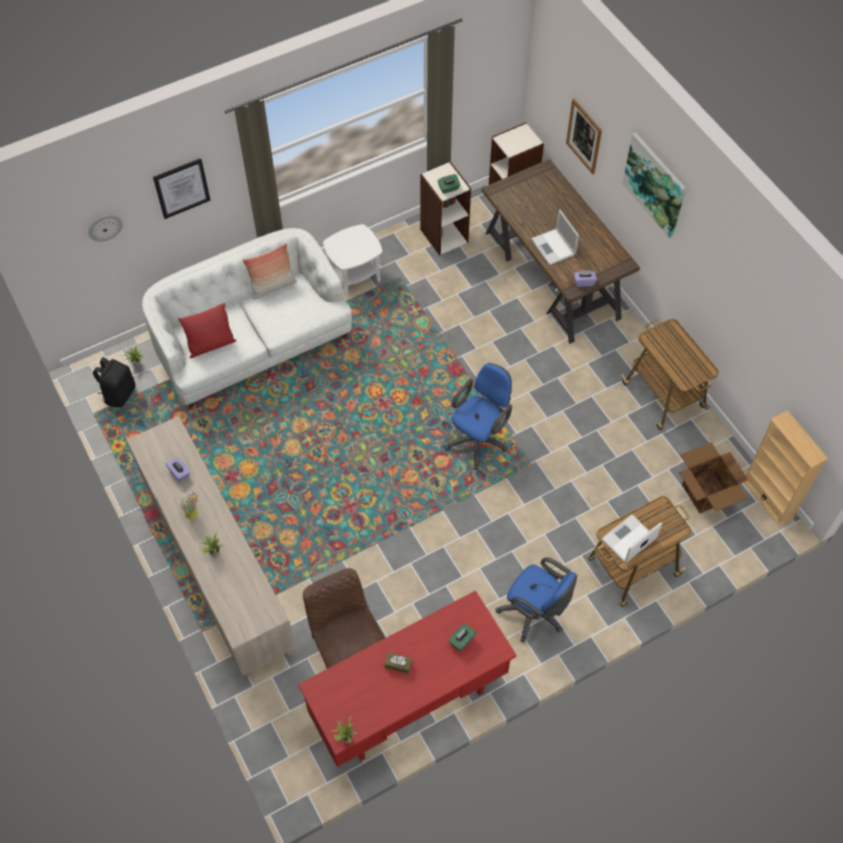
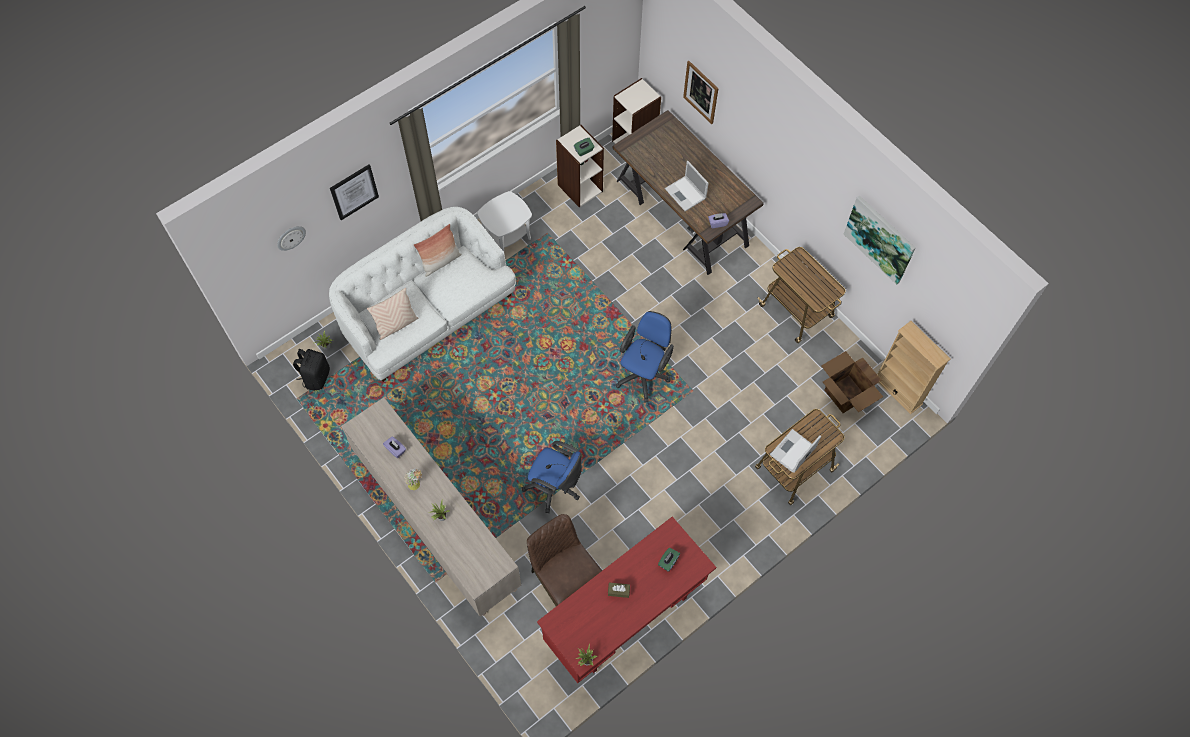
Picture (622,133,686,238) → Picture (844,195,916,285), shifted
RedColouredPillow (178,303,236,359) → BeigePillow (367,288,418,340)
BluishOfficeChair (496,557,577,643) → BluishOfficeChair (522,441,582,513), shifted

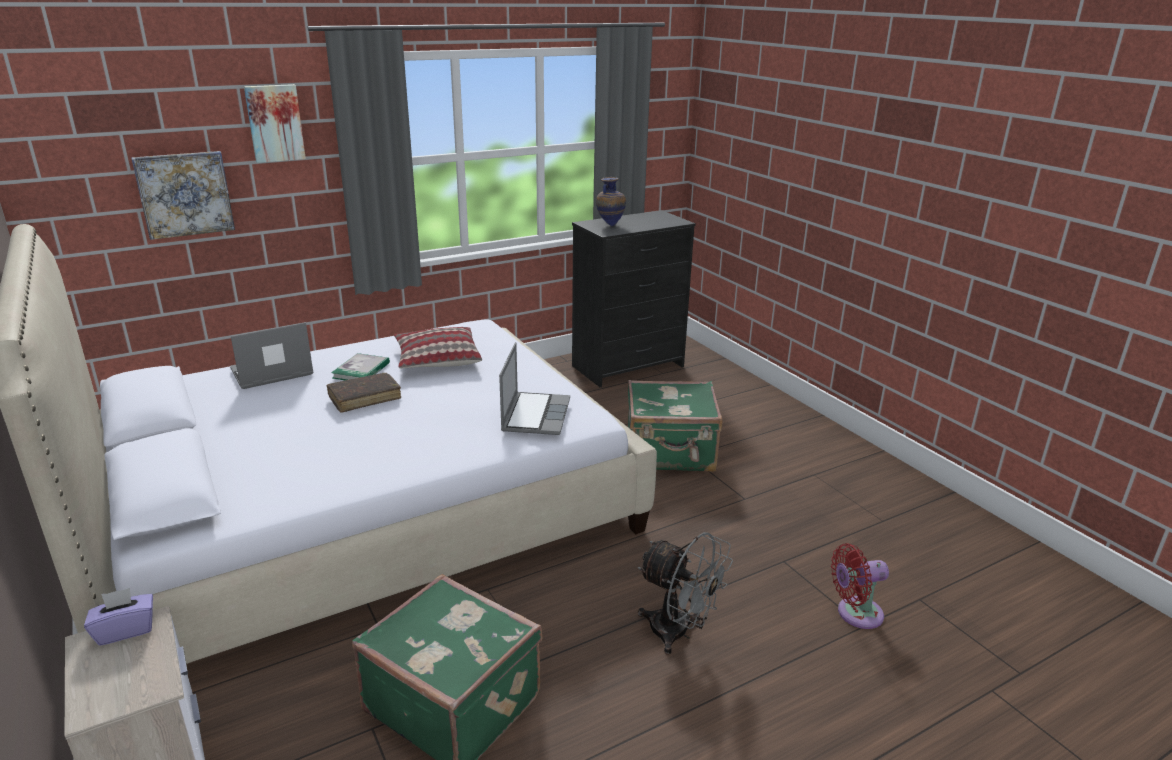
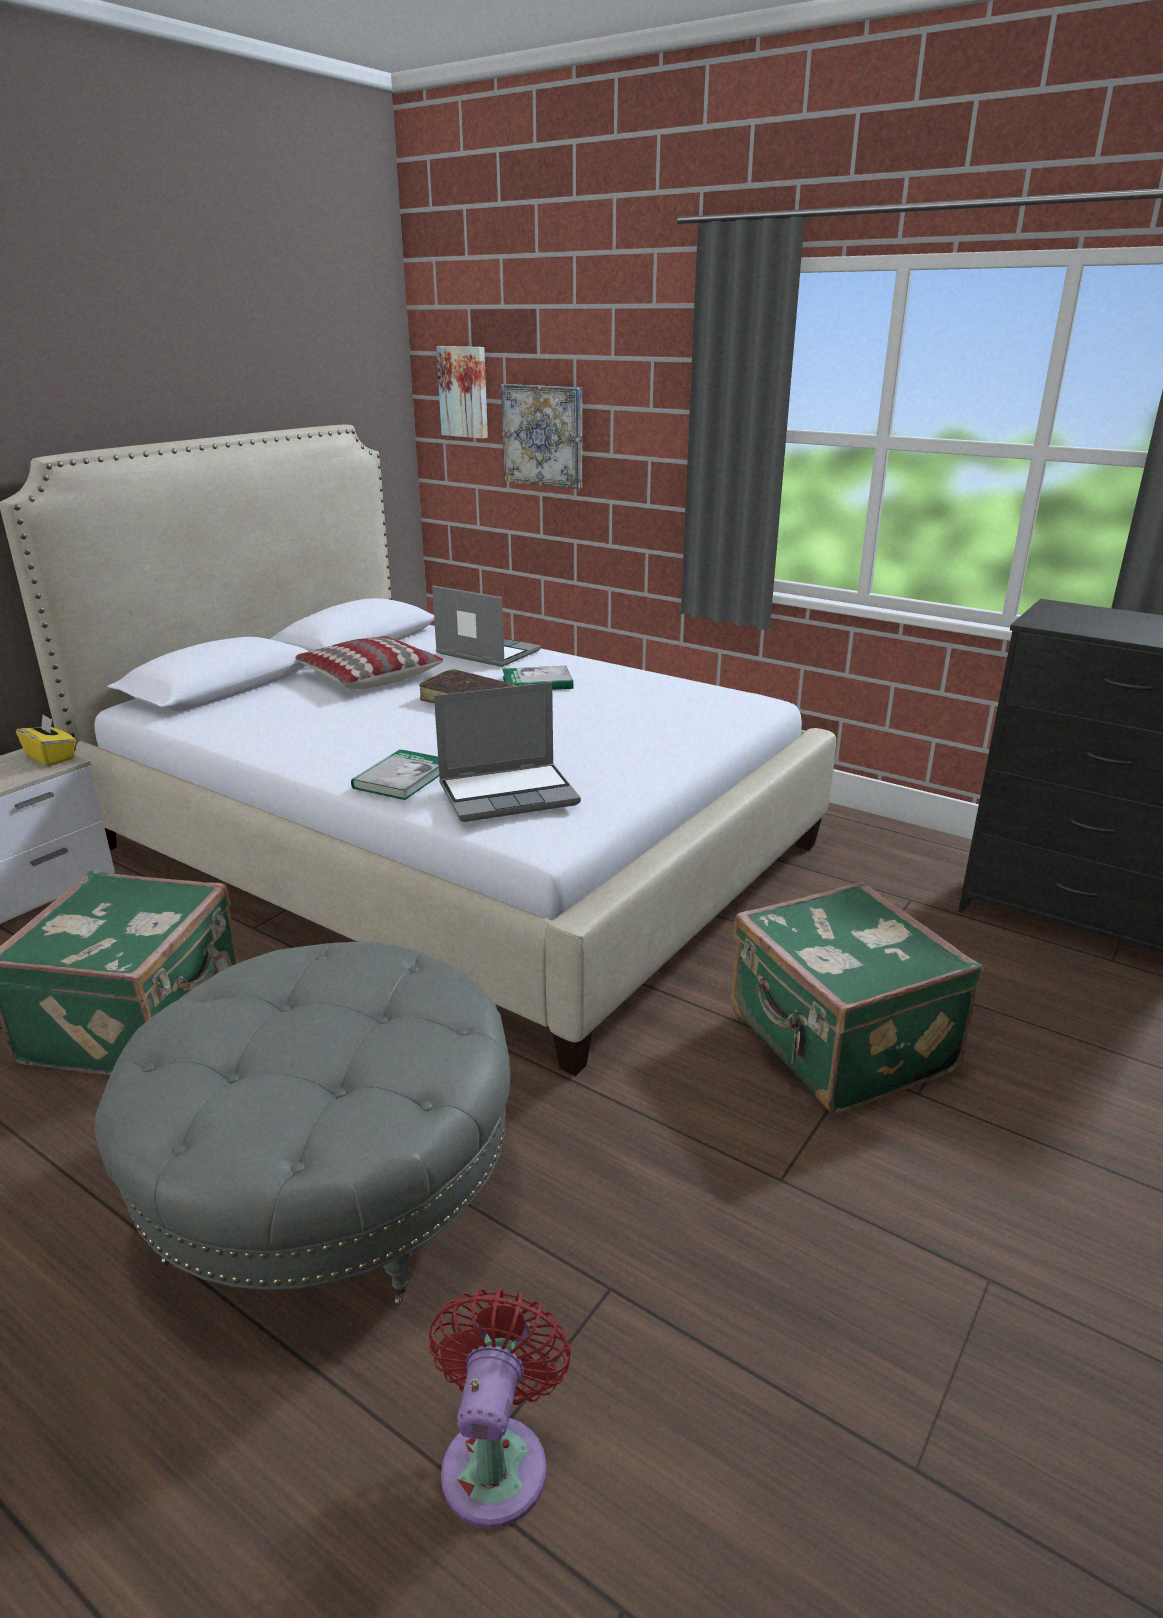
Picture (244,84,306,163) → Picture (436,346,488,439), shifted
FlowerVase (596,177,626,227) → -
Pillow (394,327,482,368) → Pillow (295,636,444,689), shifted
GrayElectricFan (638,532,733,655) → GrayFootrest (95,942,510,1306)
RedColouredElectricFan (831,543,889,629) → RedColouredElectricFan (429,1289,571,1529), 45 degrees clockwise
PurpleColouredTissueHolder (84,588,153,646) → YellowTissueHolder (16,715,76,766)
- → Book (351,749,439,800)

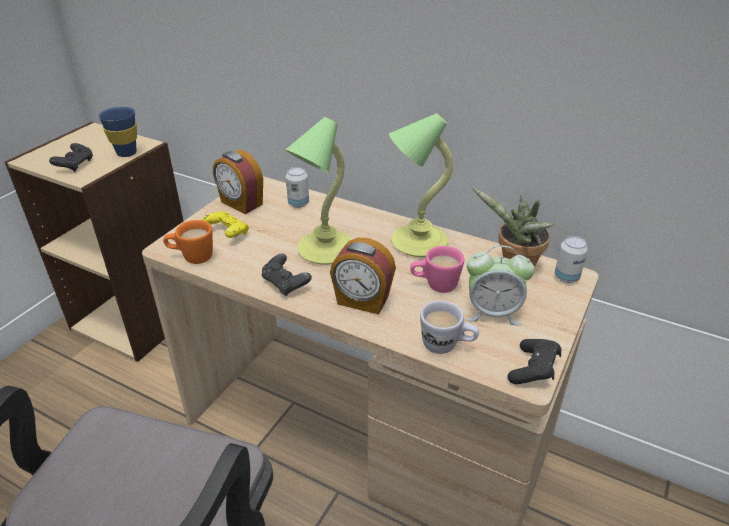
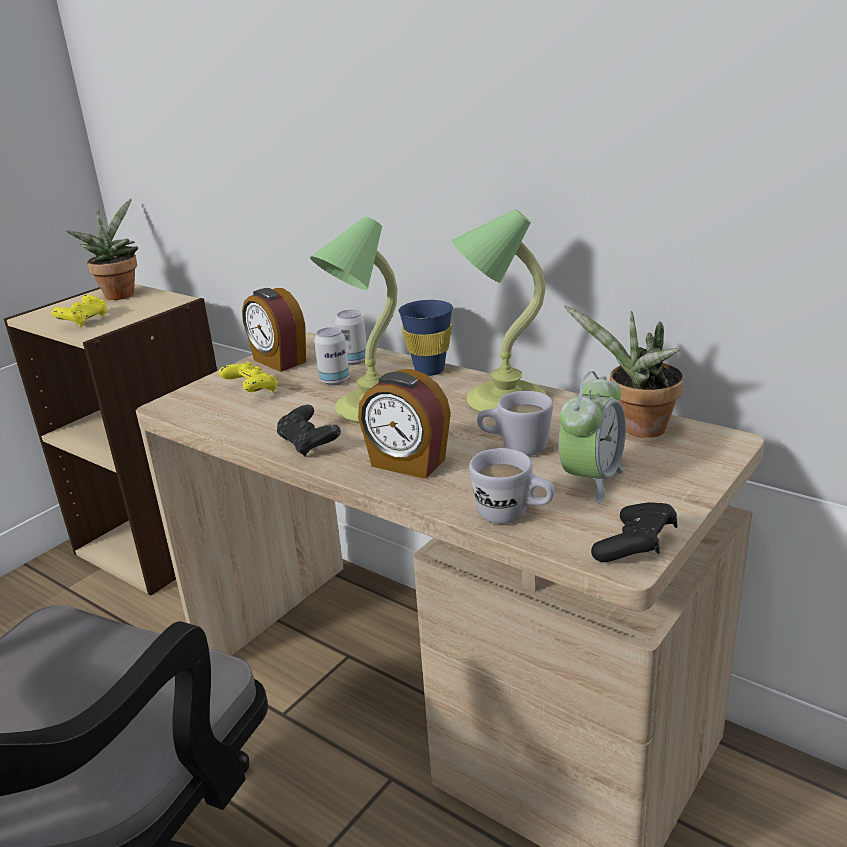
BluishDrinkingCup (98,107,137,157) → BluishDrinkingCup (398,300,453,376), shifted
BlackGameController (49,143,93,172) → YellowGameController (51,295,107,327)
OrangeMug (163,220,213,264) → -
Can (554,236,588,283) → Can (314,327,349,386), shifted
PinkishMug (410,246,464,293) → WhiteColouredMug (477,391,553,456)
AlarmClock (466,246,535,325) → AlarmClock (559,371,626,504), 75 degrees counterclockwise
- → PlantInAPot (66,198,138,300)

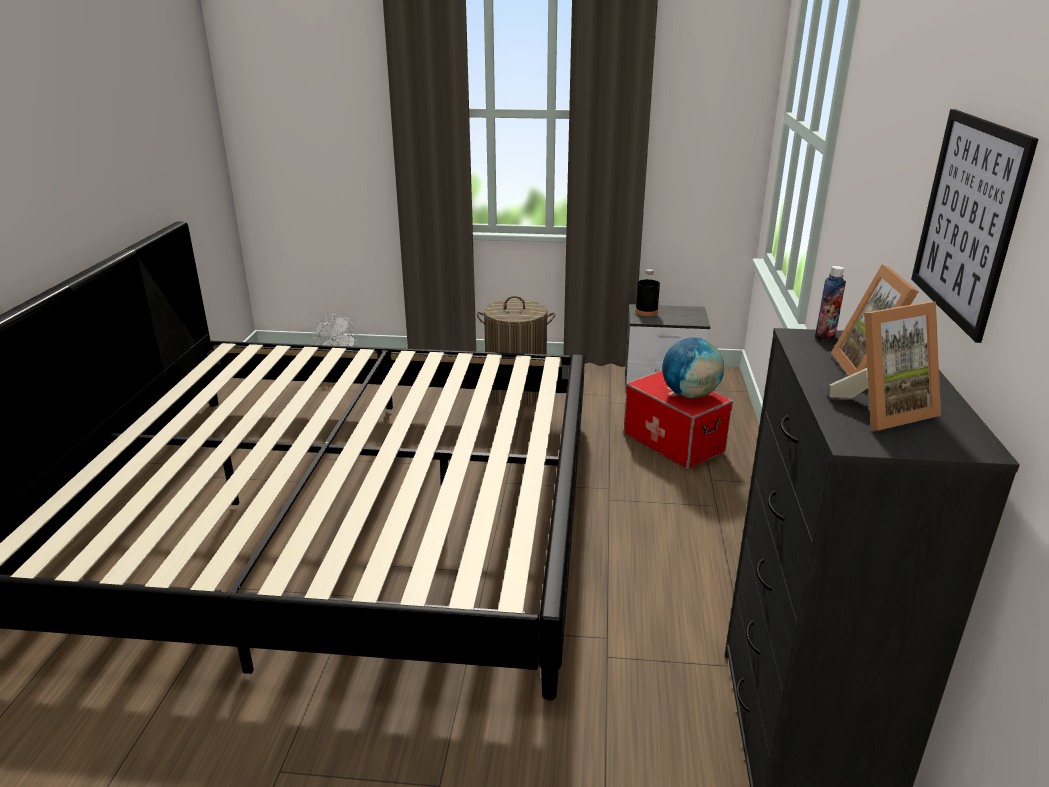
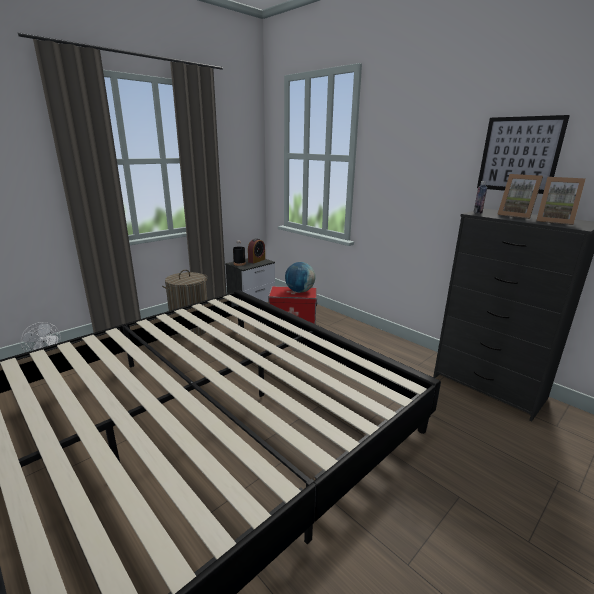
PhotoFrame (828,302,941,431) → PhotoFrame (536,177,586,225), 105 degrees clockwise
- → AlarmClock (248,238,265,263)

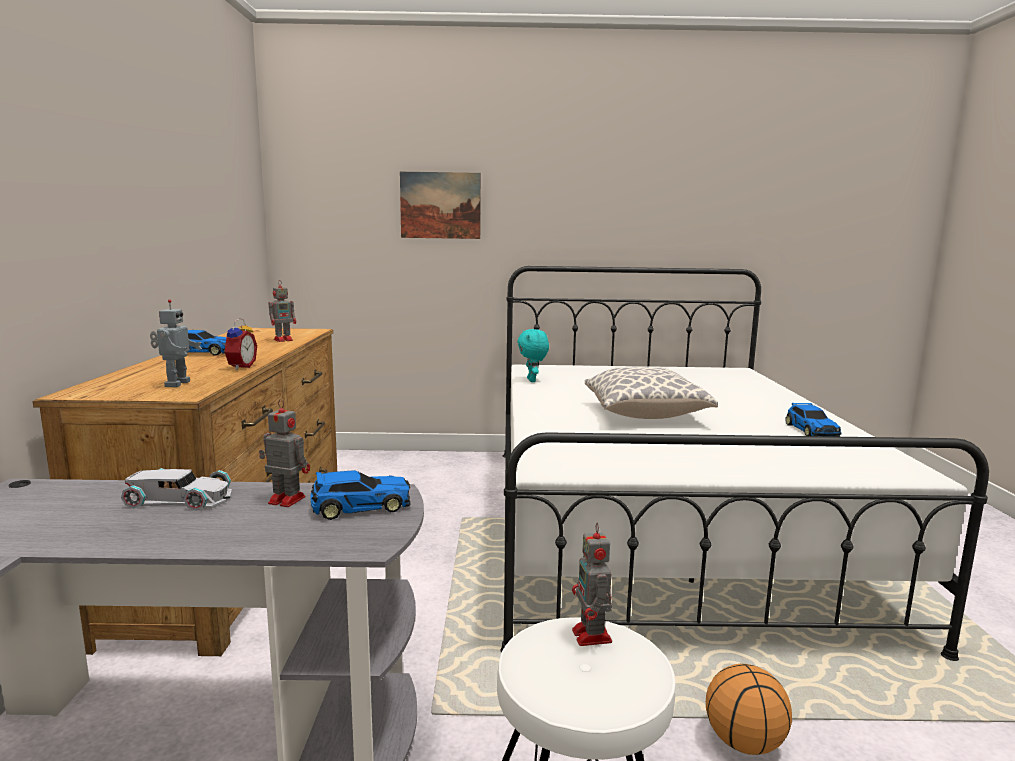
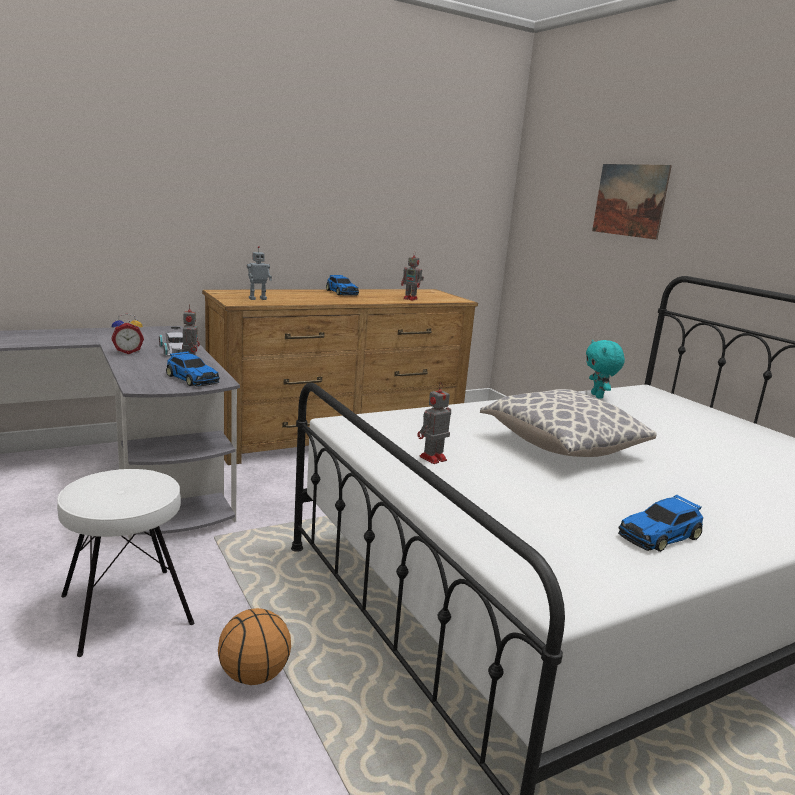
AlarmClock (222,318,257,370) → AlarmClock (112,313,144,354), shifted
TurquoiseSoftToy (517,329,549,382) → TurquoiseSoftToy (586,340,625,399), 60 degrees counterclockwise
RobotFigure (572,523,612,646) → RobotFigure (417,383,451,464), shifted

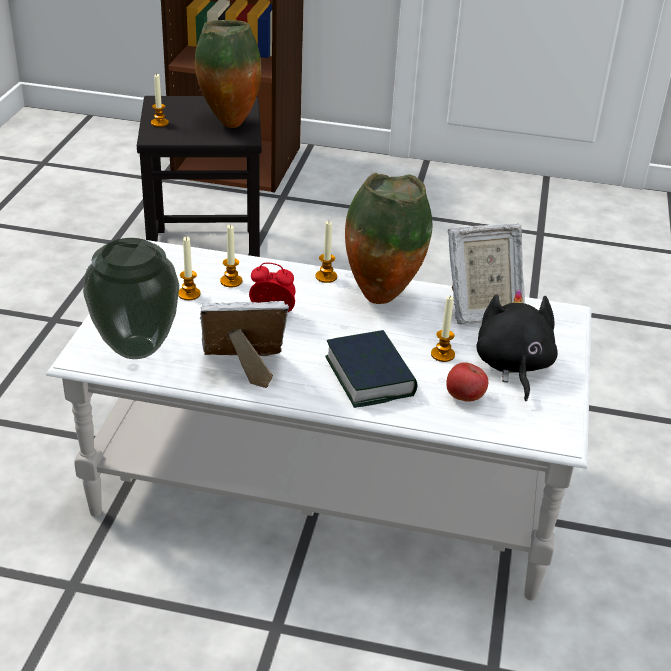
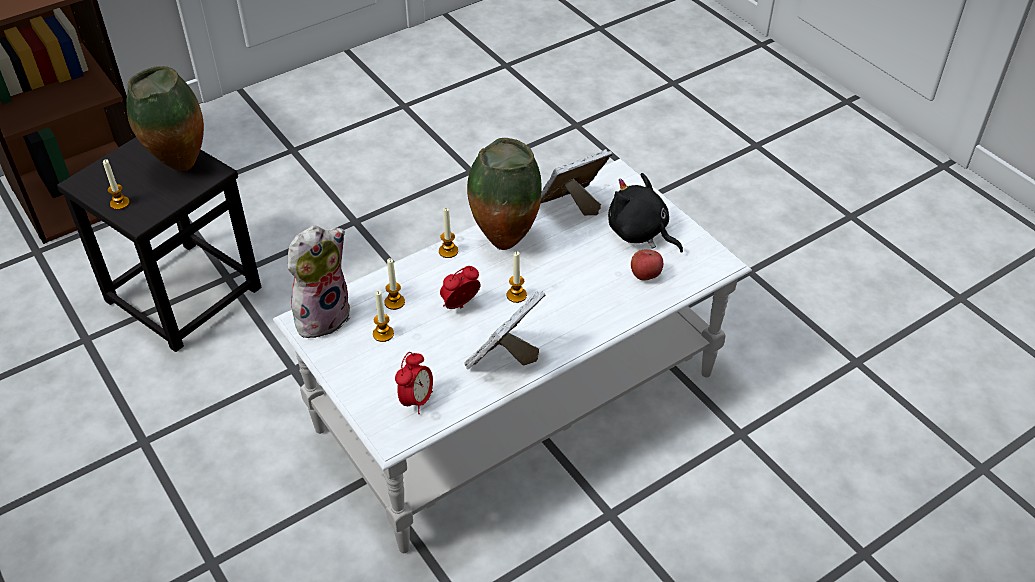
PhotoFrame (448,223,525,324) → PhotoFrame (540,149,612,215), 150 degrees counterclockwise
FlowerVase (83,238,179,359) → AlarmClock (395,352,433,414)
Candle (431,295,455,362) → Candle (507,252,527,303), shifted
Book (326,330,417,408) → -
- → SoftToy (288,226,350,338)

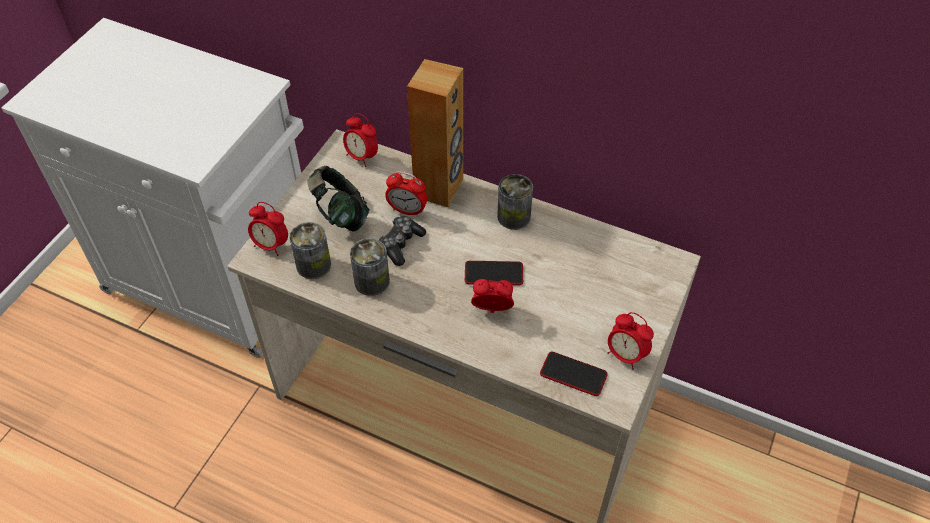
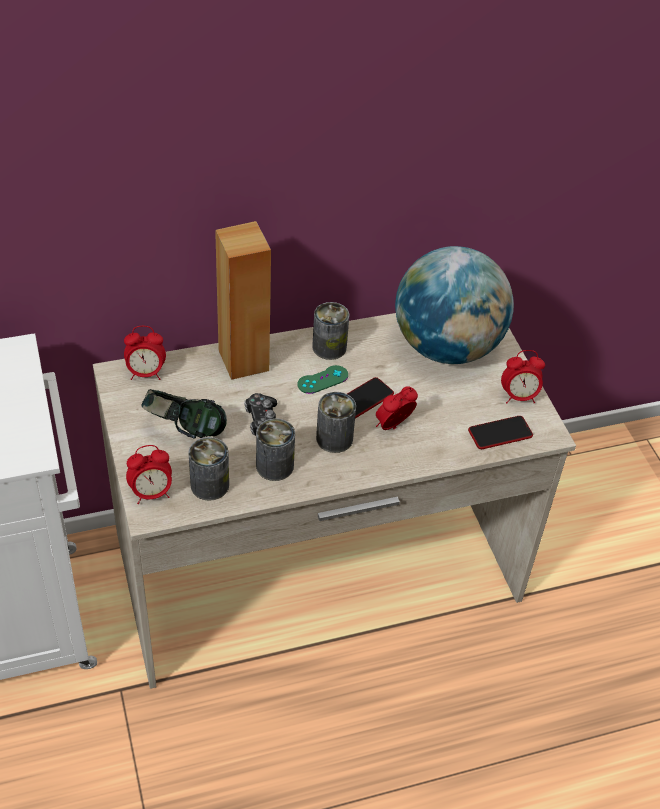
AlarmClock (385,171,427,217) → -
- → DeskGlobe (395,246,514,364)
- → GreenGameController (297,365,348,394)
- → Can (316,392,356,453)

